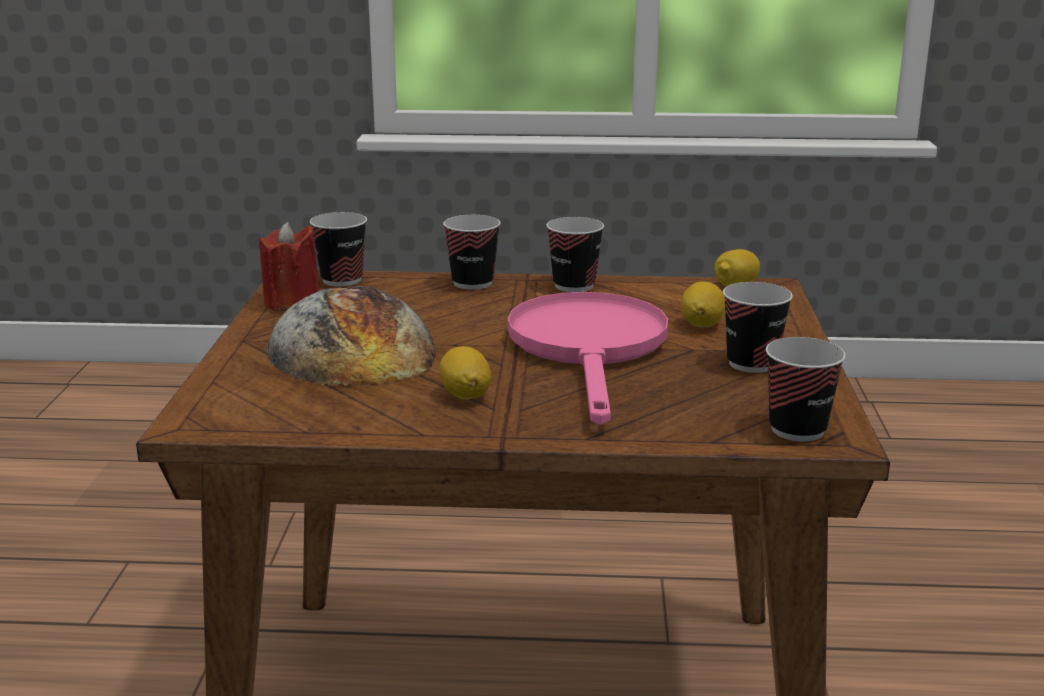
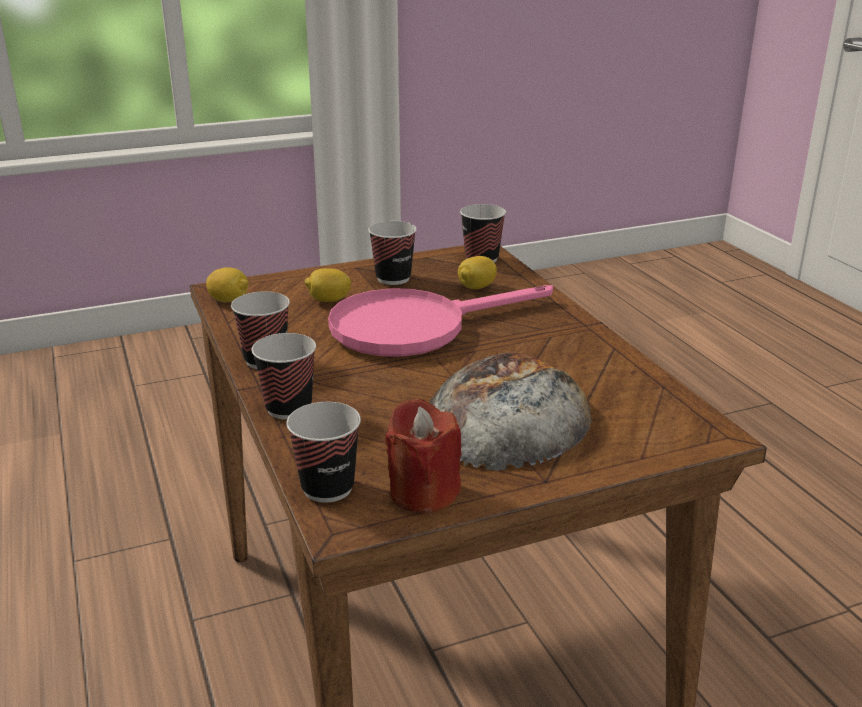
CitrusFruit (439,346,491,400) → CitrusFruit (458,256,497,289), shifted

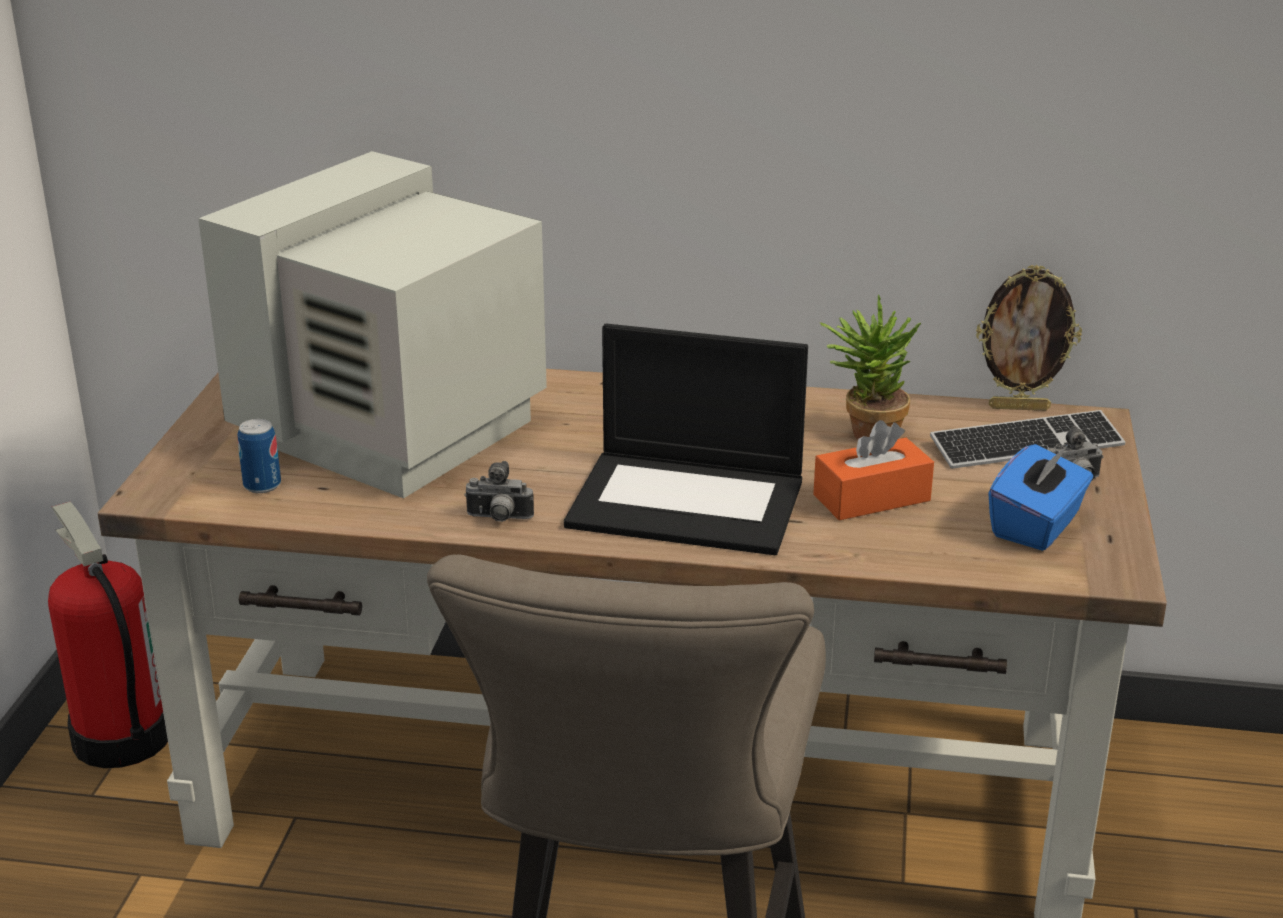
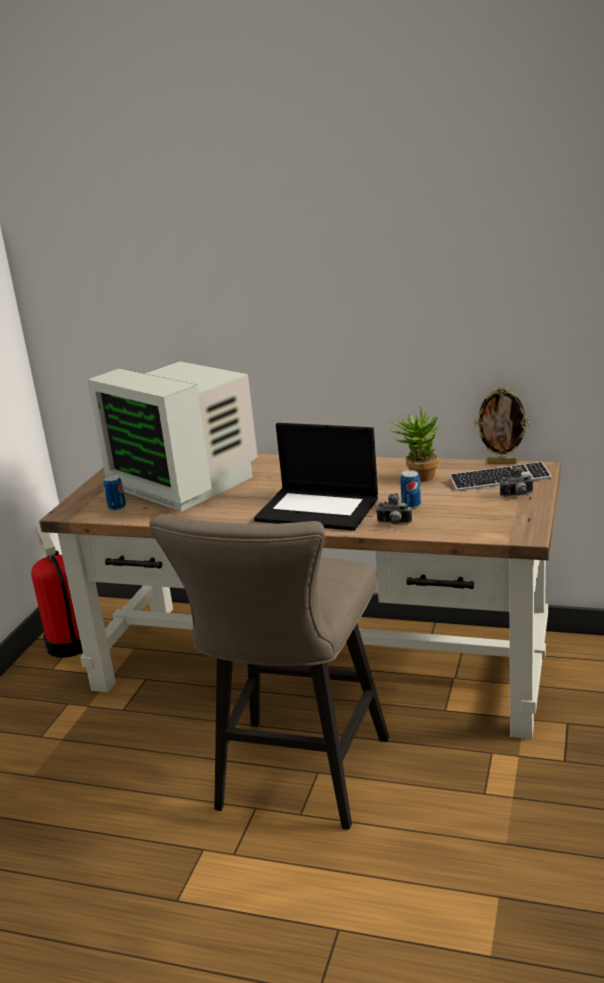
ComputerDisplay (198,151,547,498) → ComputerDisplay (87,361,258,512), 90 degrees counterclockwise
OrangeTissueHolder (813,420,934,520) → Can (400,470,421,508)
BluishTissueHolder (988,444,1093,551) → -
StillCamera (464,461,534,522) → StillCamera (377,493,412,524), shifted

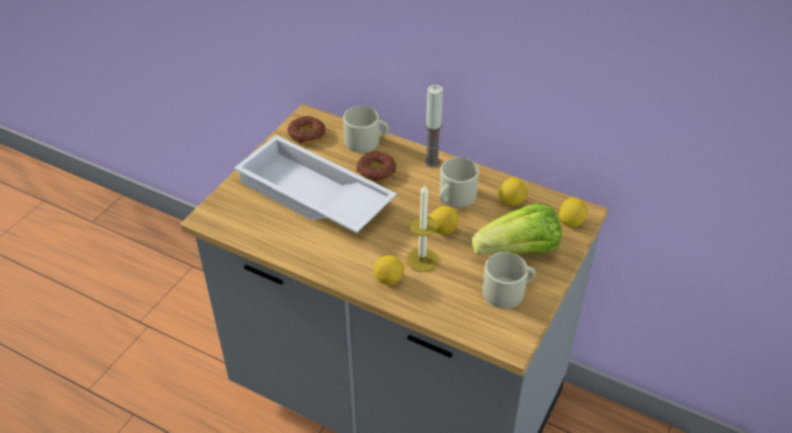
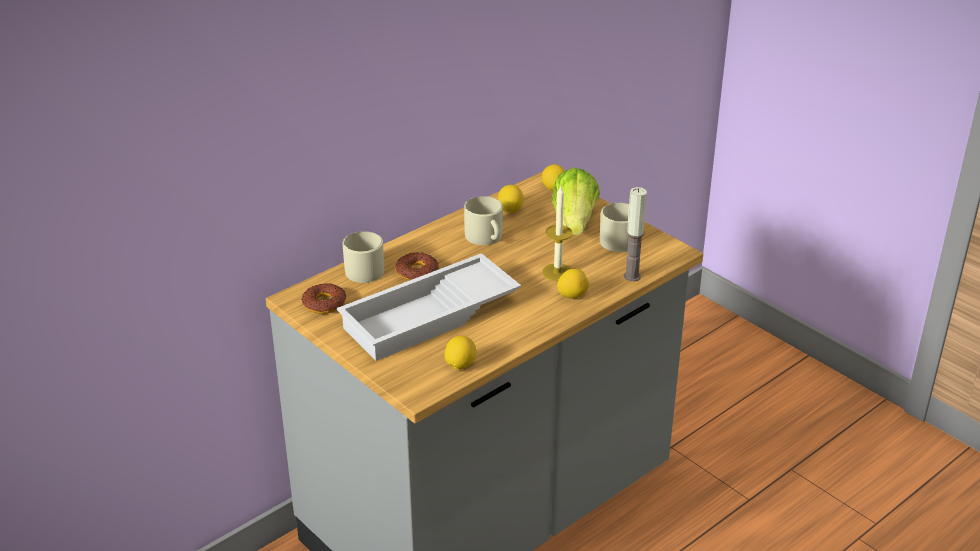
Candle (425,85,443,167) → Candle (624,187,647,281), shifted
CitrusFruit (430,206,459,234) → CitrusFruit (445,336,476,370), shifted

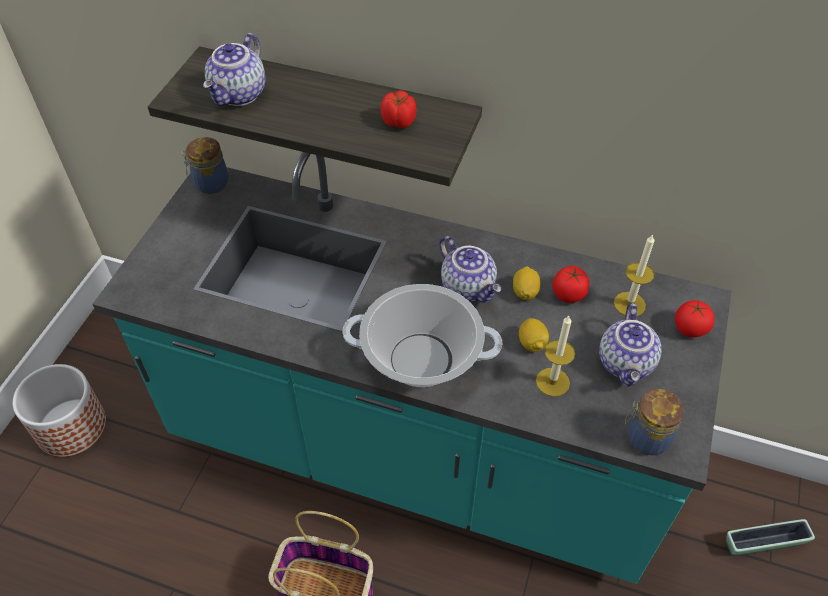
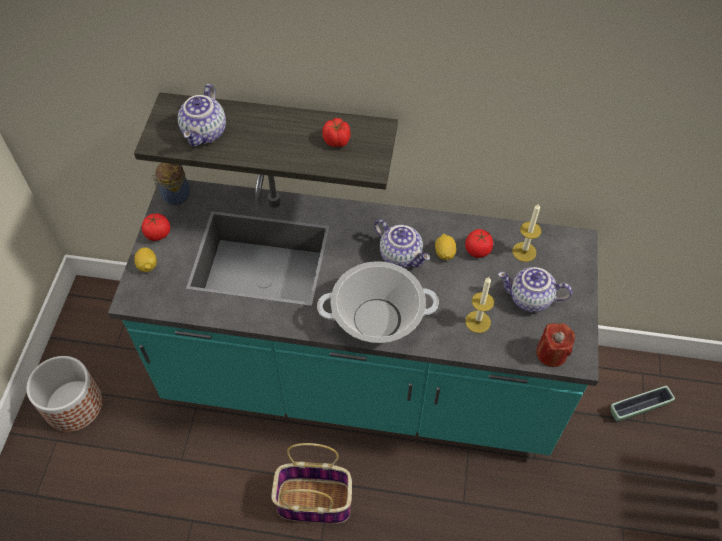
FreshTomato (675,300,714,337) → FreshTomato (142,213,170,241), shifted
TeaPot (599,303,662,386) → TeaPot (498,267,572,312), 105 degrees clockwise
CitrusFruit (519,318,549,352) → CitrusFruit (134,247,157,272), shifted
Jar (625,389,684,455) → RedColouredCandle (536,323,575,367)

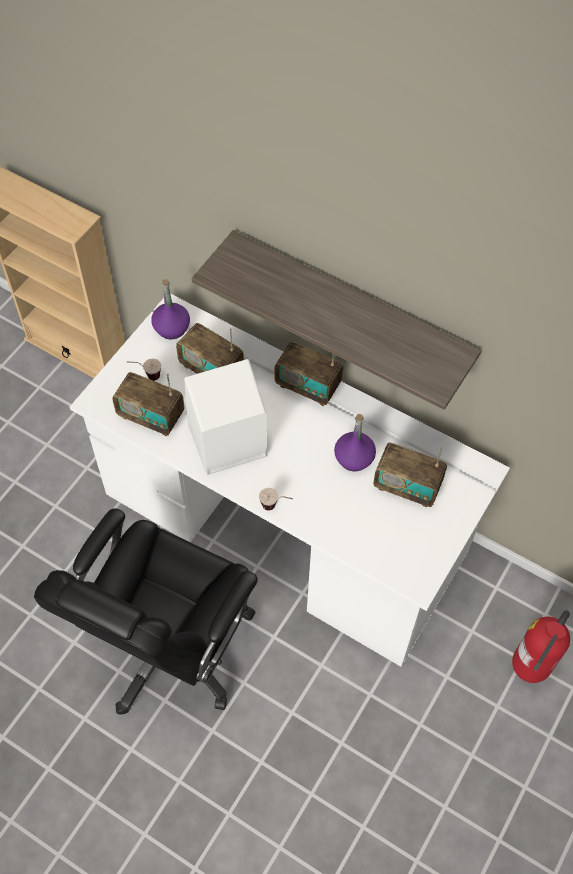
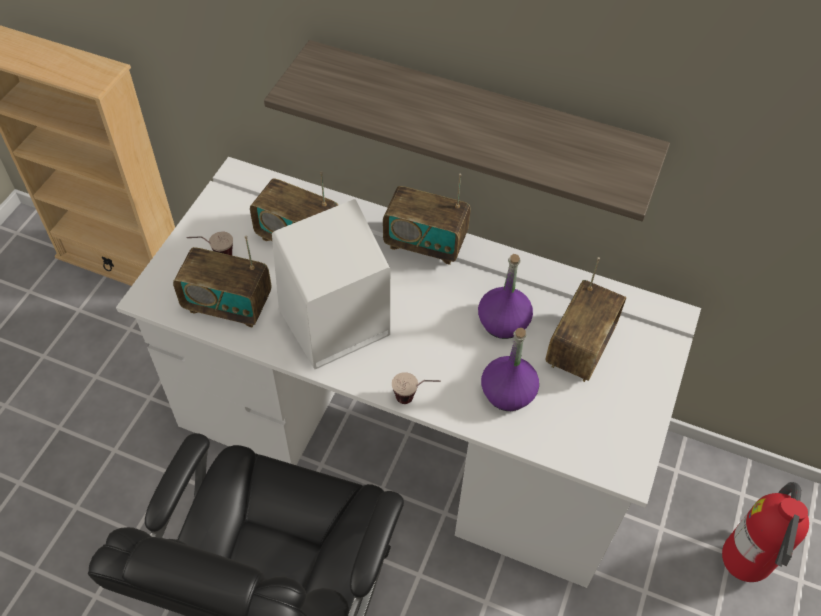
PurpleColouredDrinkBottle (151,279,190,339) → PurpleColouredDrinkBottle (481,328,539,411), shifted
Radio (373,443,447,507) → Radio (546,257,626,382), 75 degrees counterclockwise

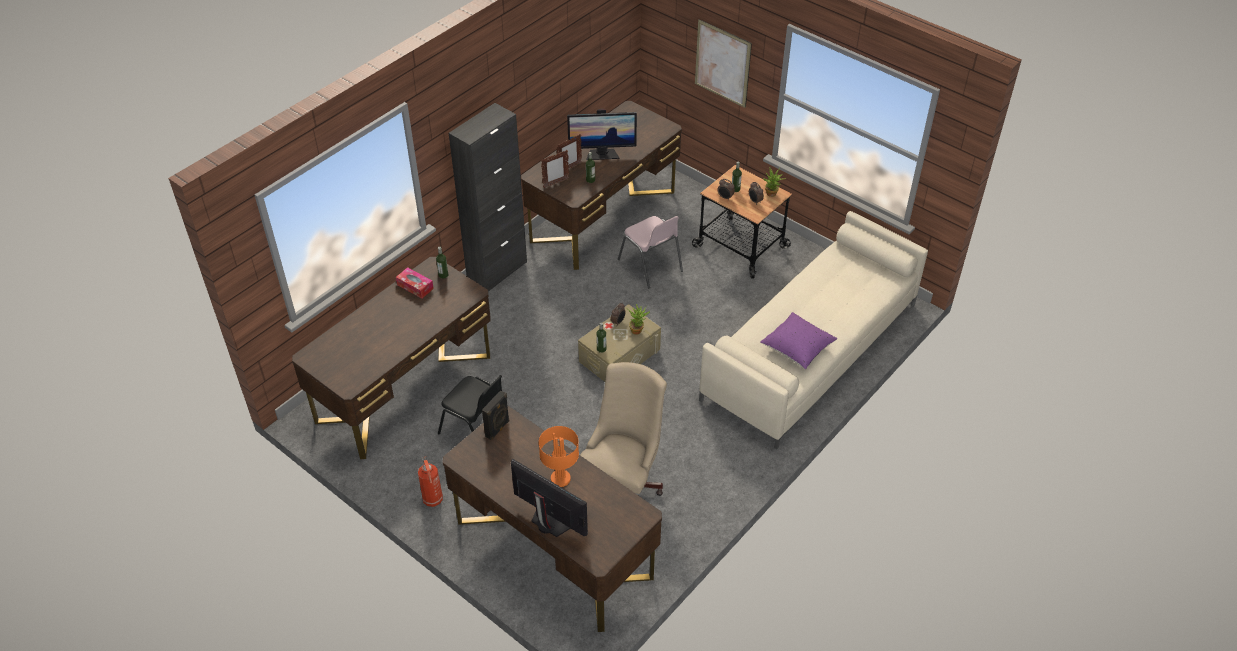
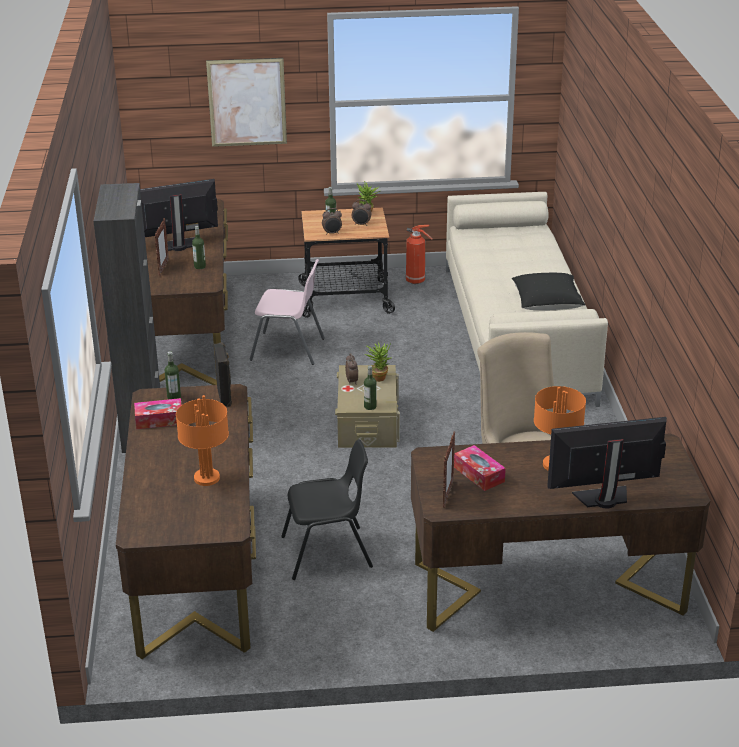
ComputerDisplay (567,109,637,160) → ComputerDisplay (140,179,218,251), 150 degrees counterclockwise
PhotoFrame (541,150,569,188) → PhotoFrame (443,431,455,508), shifted
PurpleColouredPillow (760,312,838,370) → BlackPillow (512,273,585,310)
BlackLoudspeaker (482,390,510,440) → BlackLoudspeaker (214,342,232,407), shifted
Extinguisher (418,456,443,507) → Extinguisher (406,225,433,284), shifted
- → OrangeTabletopLamp (176,395,229,486)
- → TissueHolder (454,445,506,491)

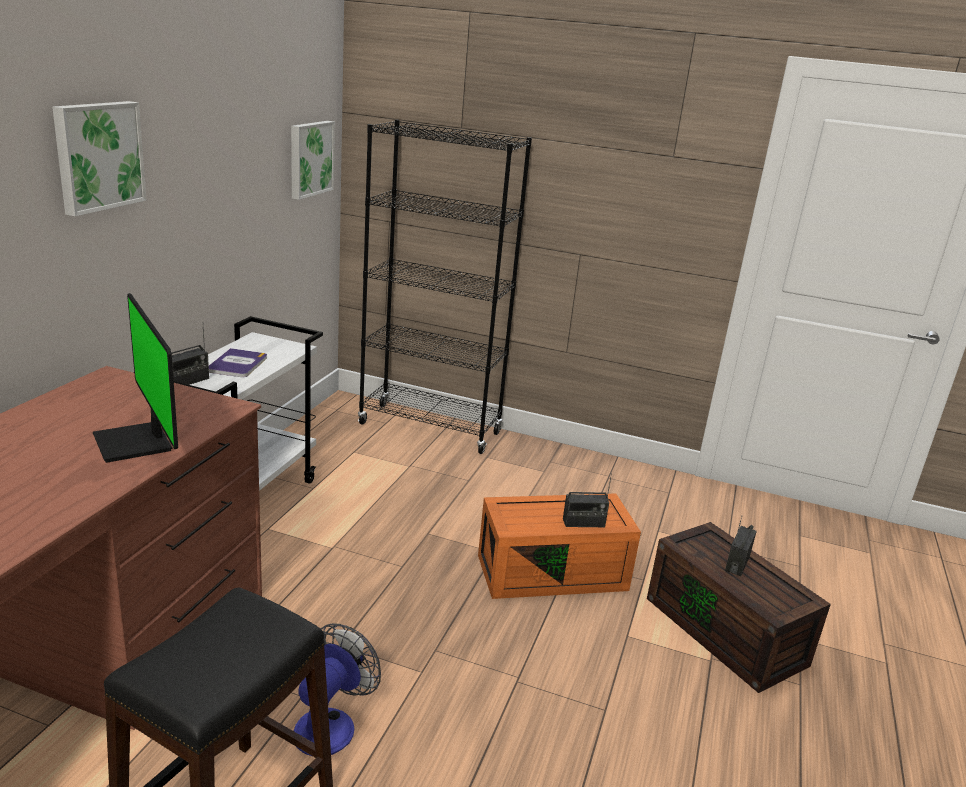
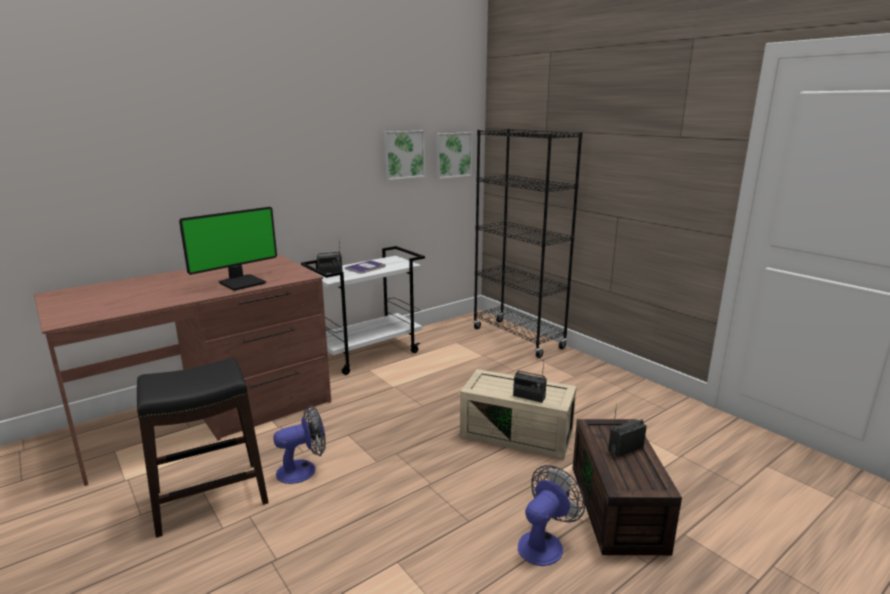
Picture (52,101,146,216) → Picture (383,131,425,180), shifted
ComputerDisplay (93,293,178,463) → ComputerDisplay (179,207,277,291), 135 degrees counterclockwise
OrangeStorageContainer (478,493,641,599) → BeigeStorageContainer (460,369,576,460)
- → ElectricFan (518,465,585,566)

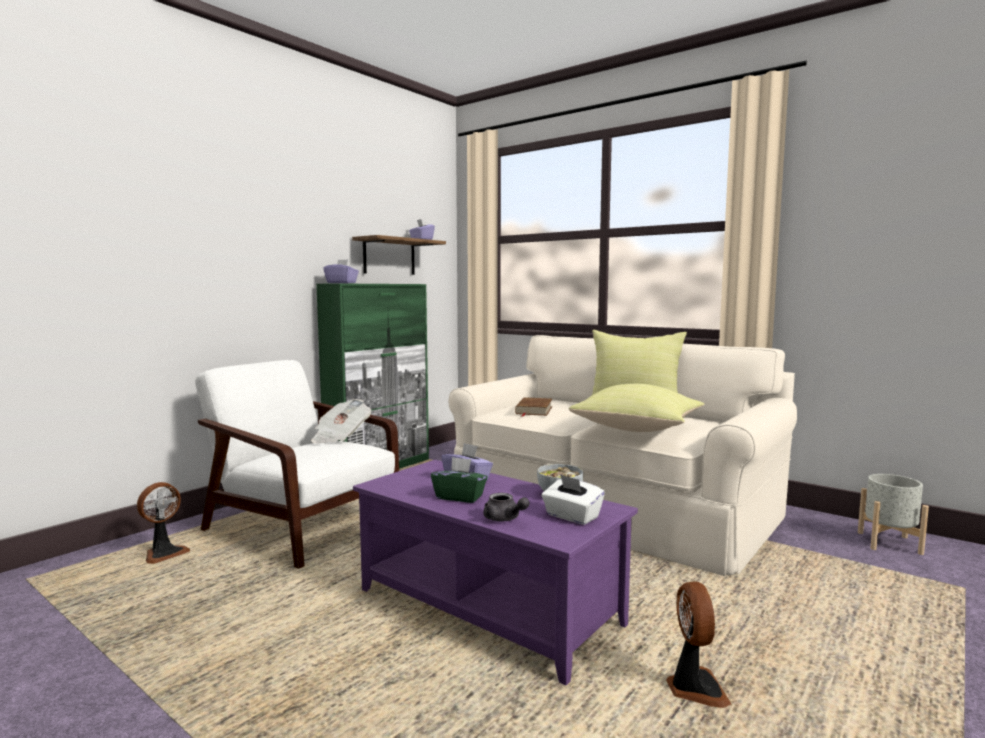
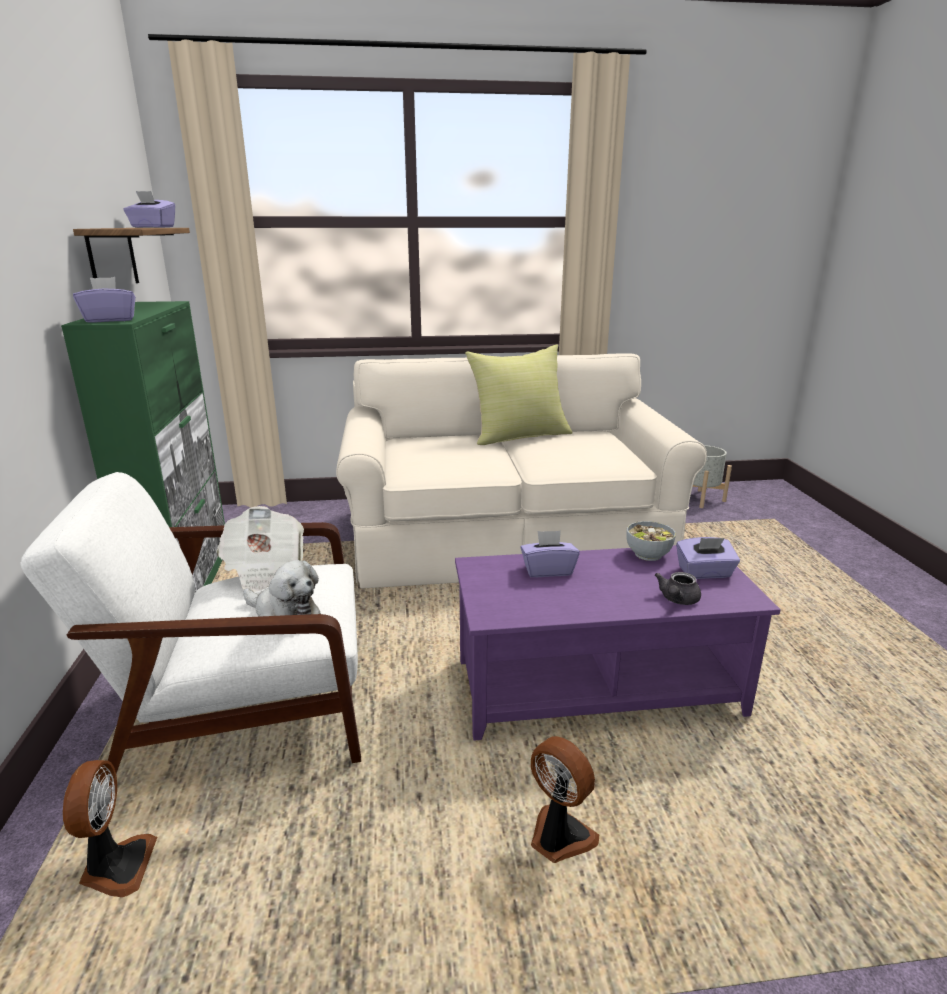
YellowPillow (569,384,704,432) → -
BrownColouredBook (515,397,552,417) → -
GreenTissueHolder (431,457,487,503) → -
WhiteColouredTissueHolder (542,474,605,525) → PurpleColouredTissueHolder (676,537,740,579)
GrayTeaPot (483,493,530,521) → GrayTeaPot (655,572,701,605), 120 degrees clockwise
ElectricFan (666,581,731,708) → ElectricFan (531,736,599,863), shifted
- → SoftToy (243,560,321,617)

